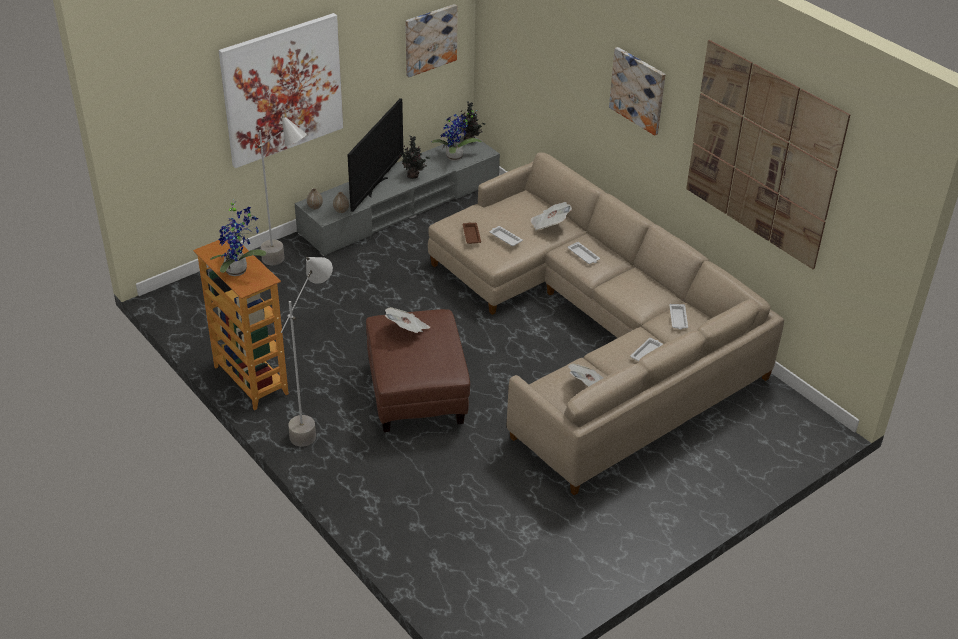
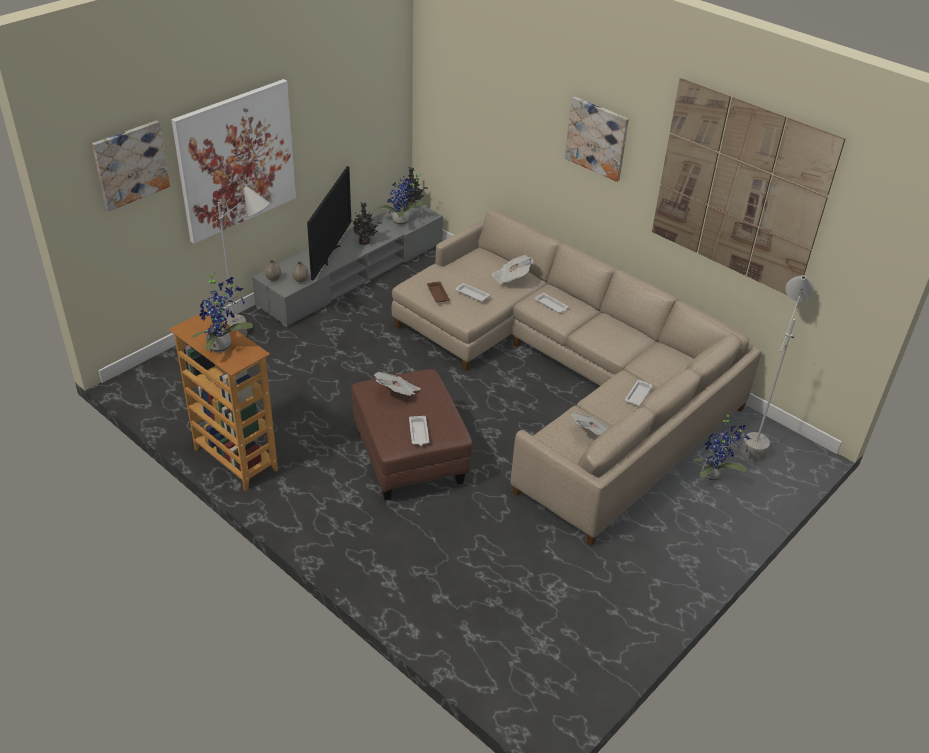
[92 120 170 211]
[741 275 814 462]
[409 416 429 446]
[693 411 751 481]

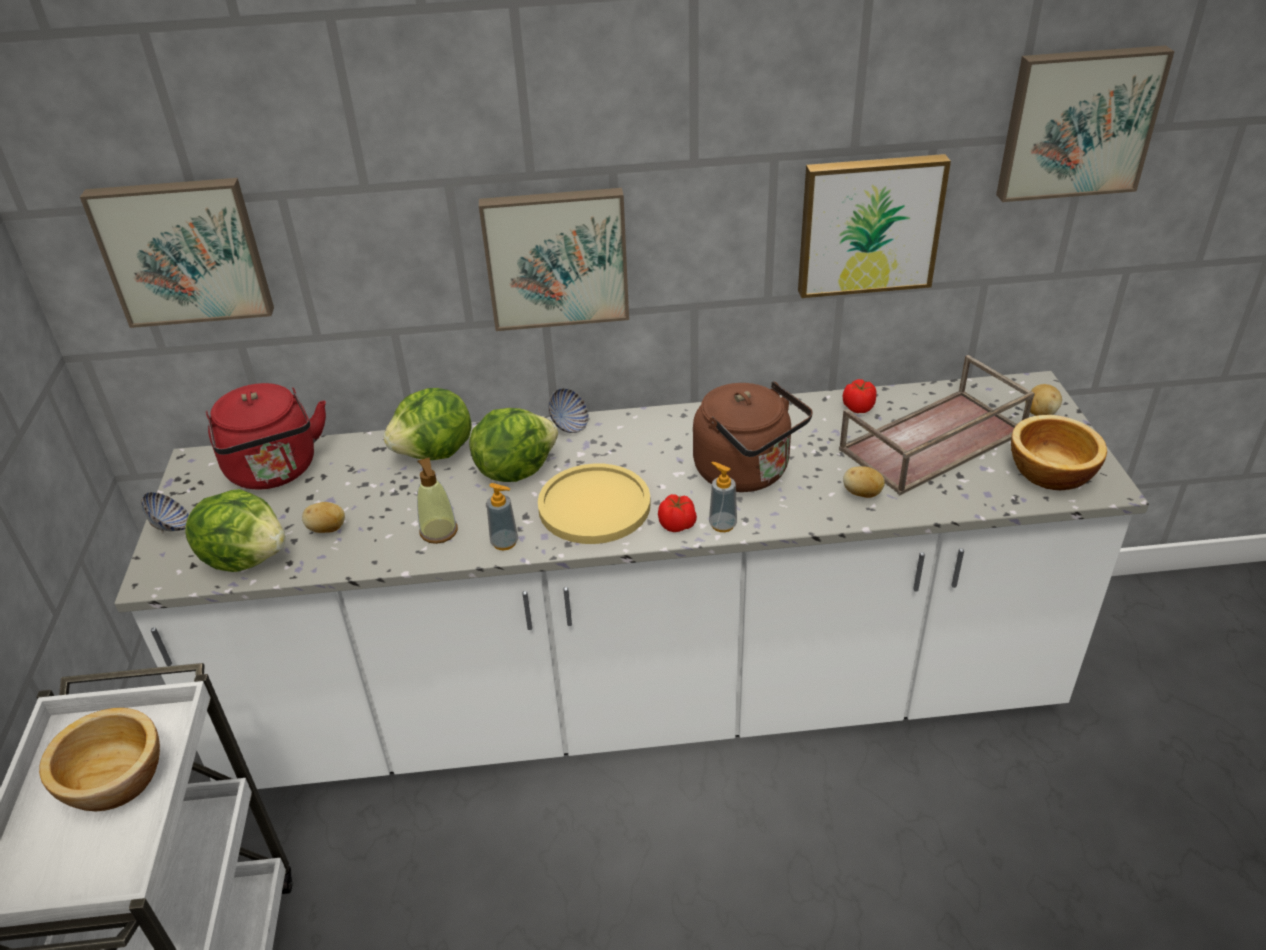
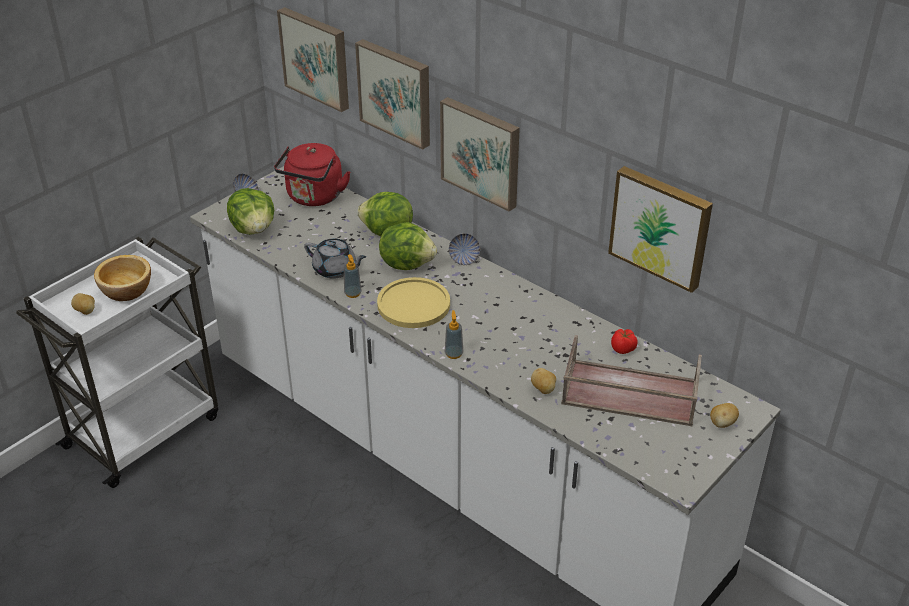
[355 39 430 150]
[693 381 813 492] (first image)
[1011 415 1107 490] (first image)
[304 238 366 279]
[658 494 697 532] (first image)
[71 293 95 315]

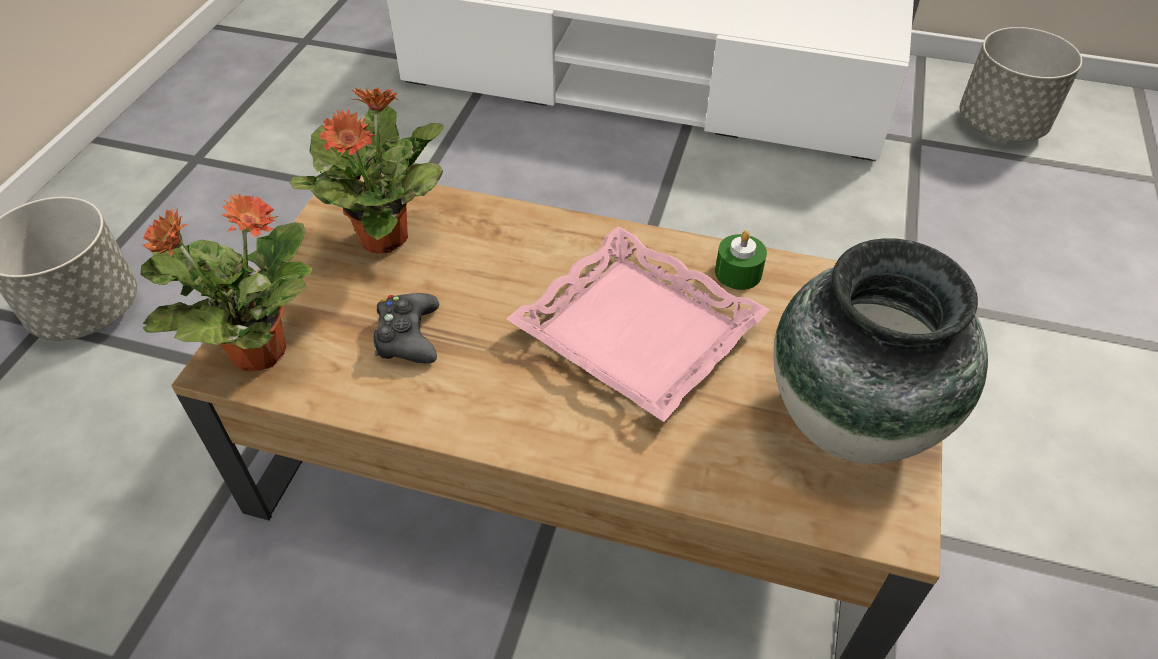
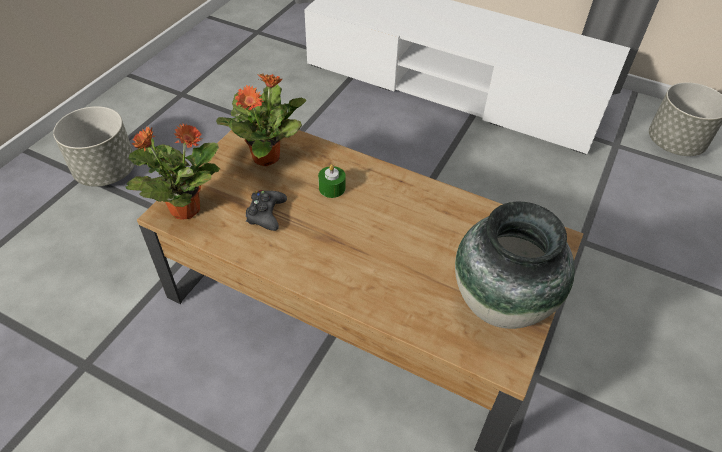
[506 226 770 422] (first image)
[318 164 346 198]

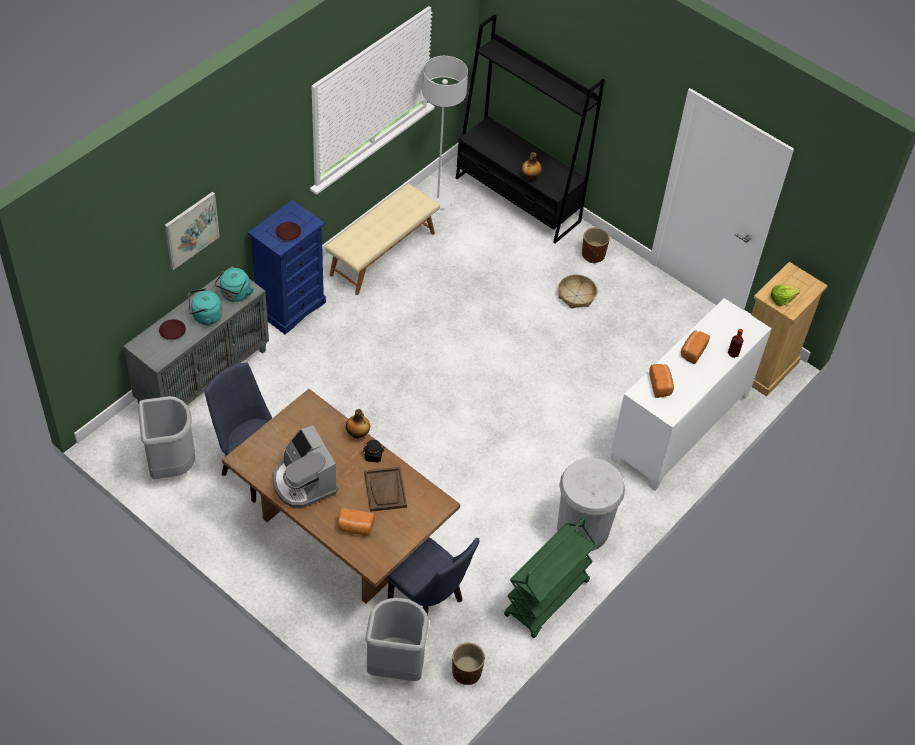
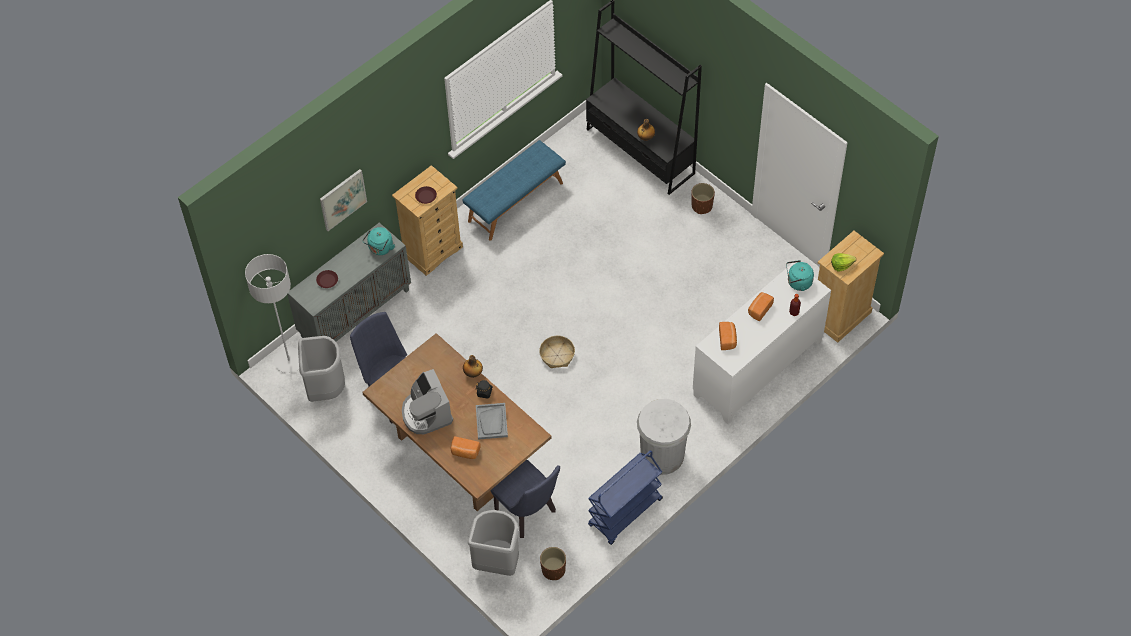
[245 254 299 373]
[463 140 566 241]
[392 165 463 276]
[539 336 575 368]
[786 260 814 291]
[476 403 508 440]
[588 450 663 545]

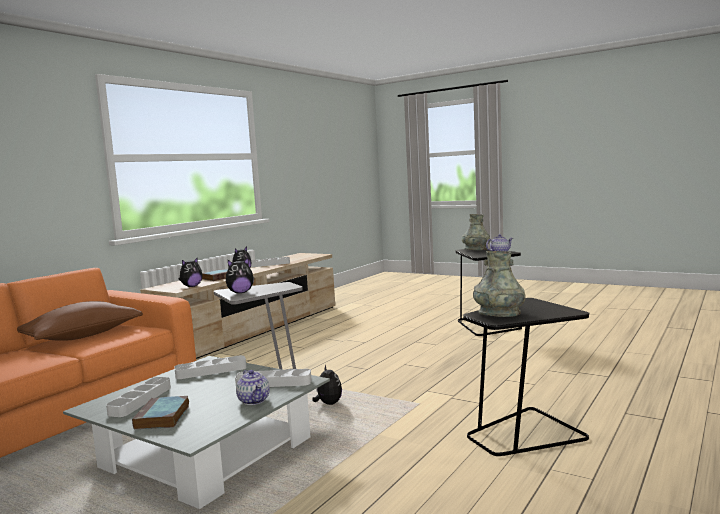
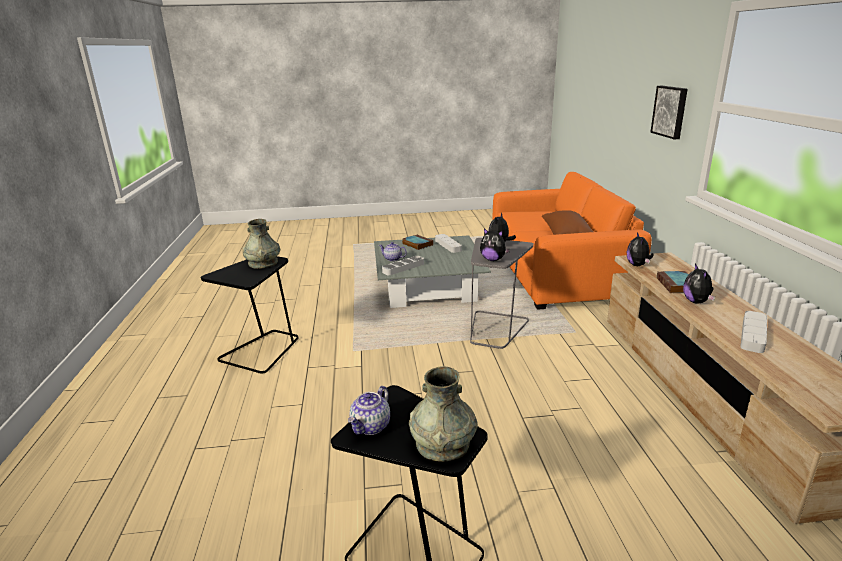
[175 355 246 379] (first image)
[480 228 510 261]
[650 86 688 139]

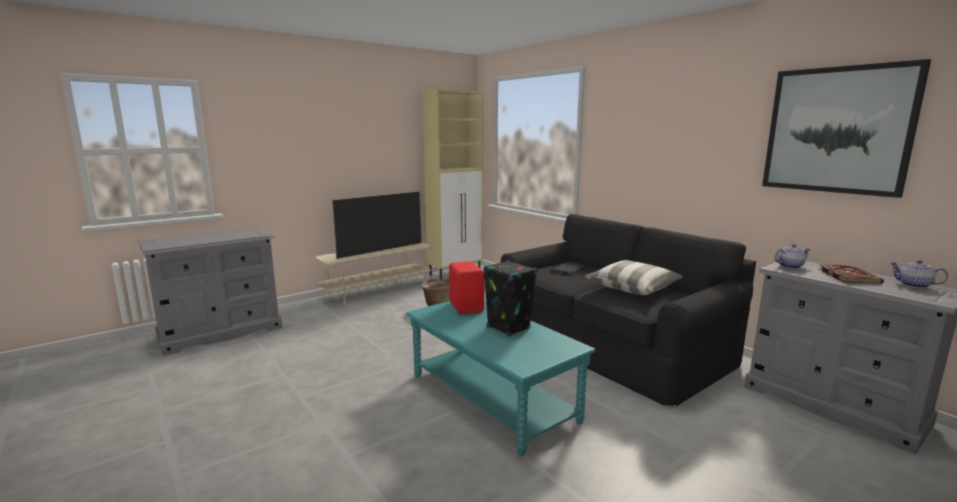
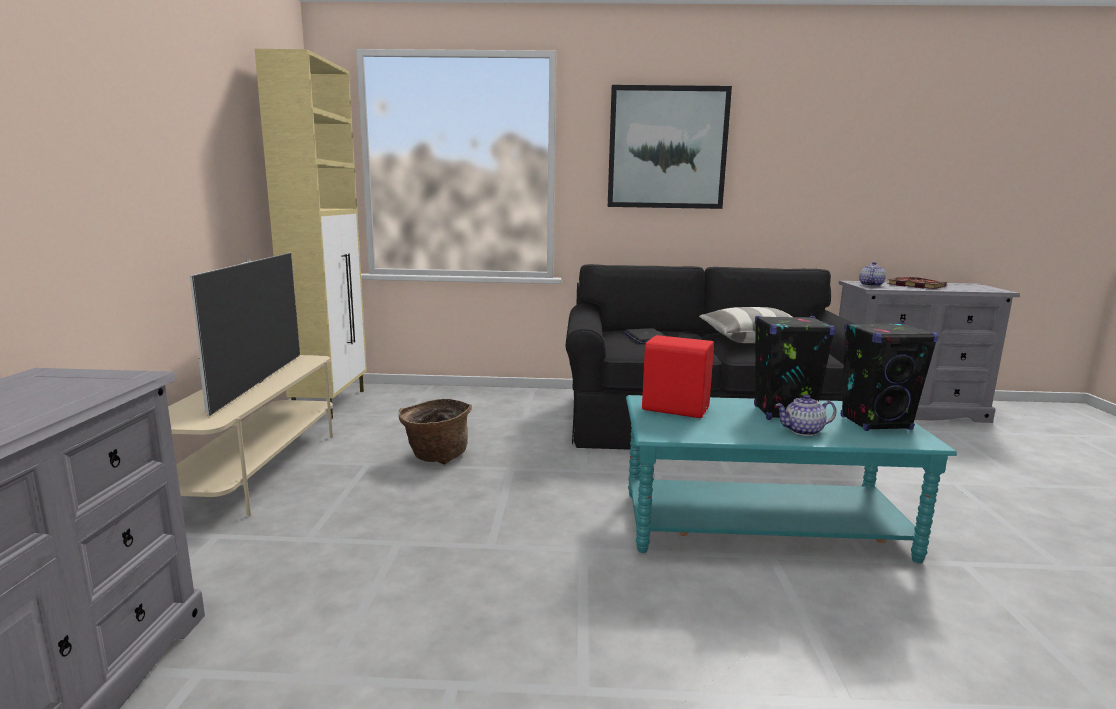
[608 85 732 209]
[775 394 837 436]
[841 322 939 431]

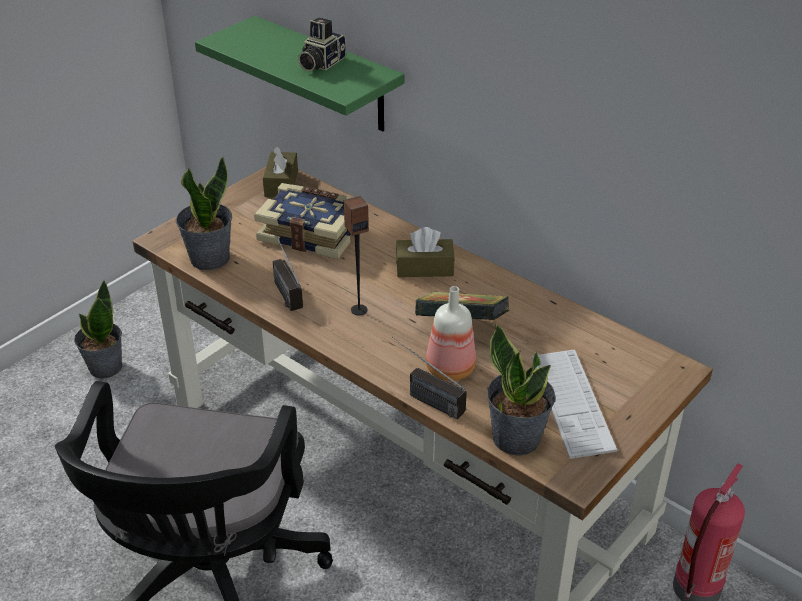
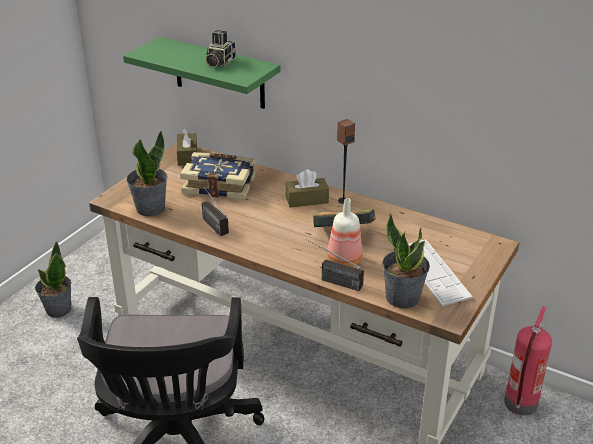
[337 119 355 204]

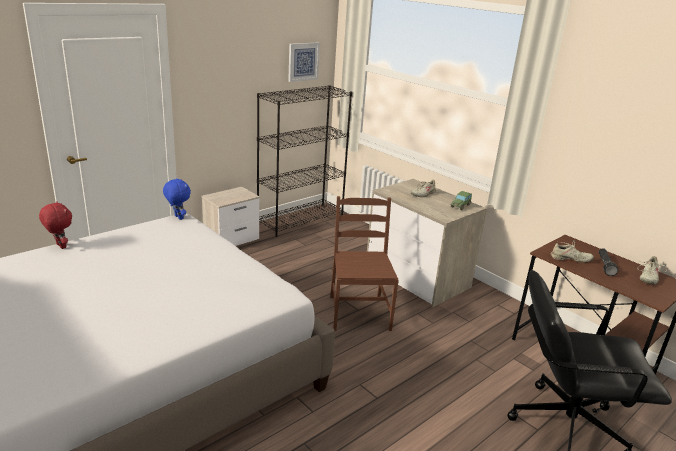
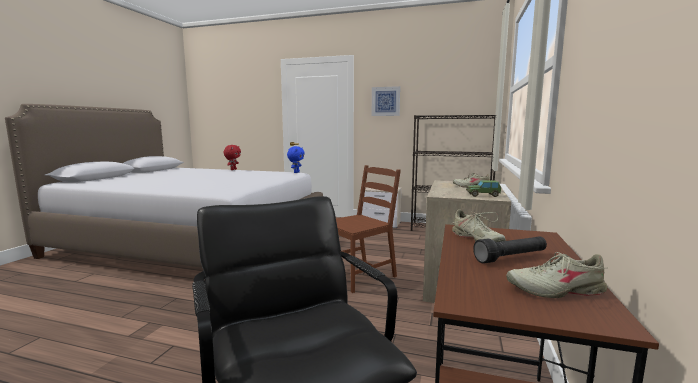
[372 86 400 116]

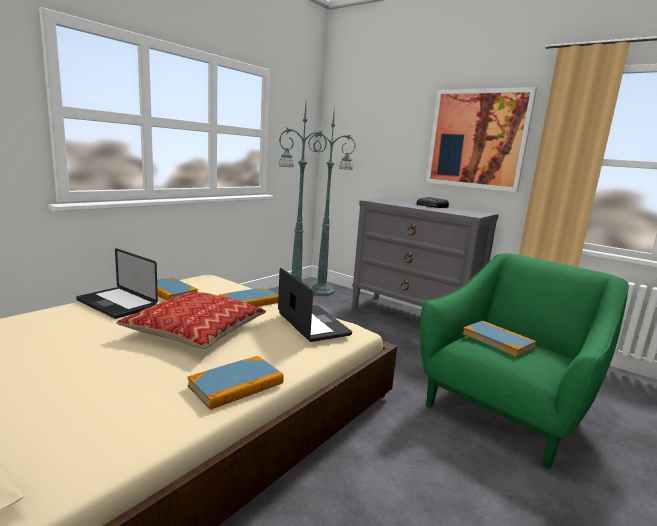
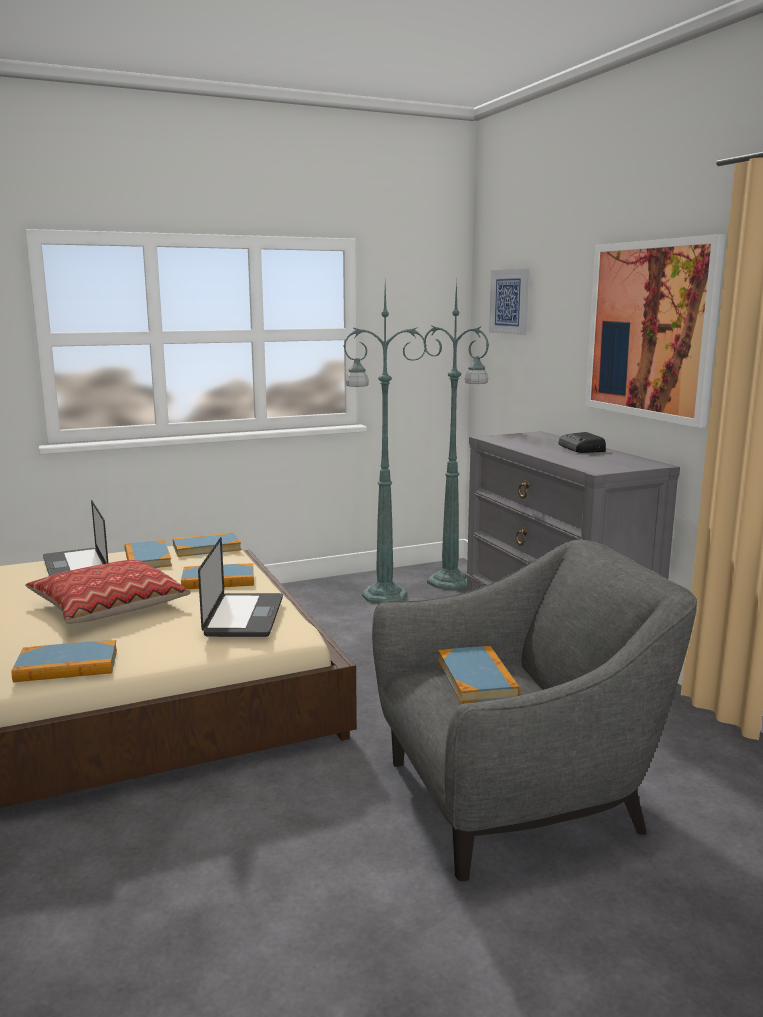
[372 539 697 881]
[489 269 529 335]
[173 532 241 557]

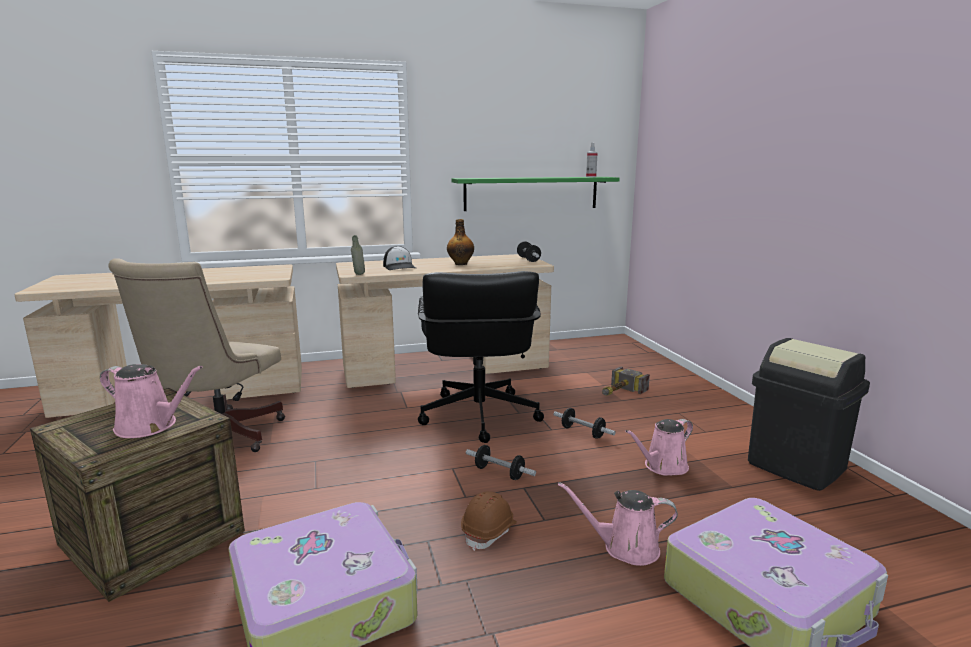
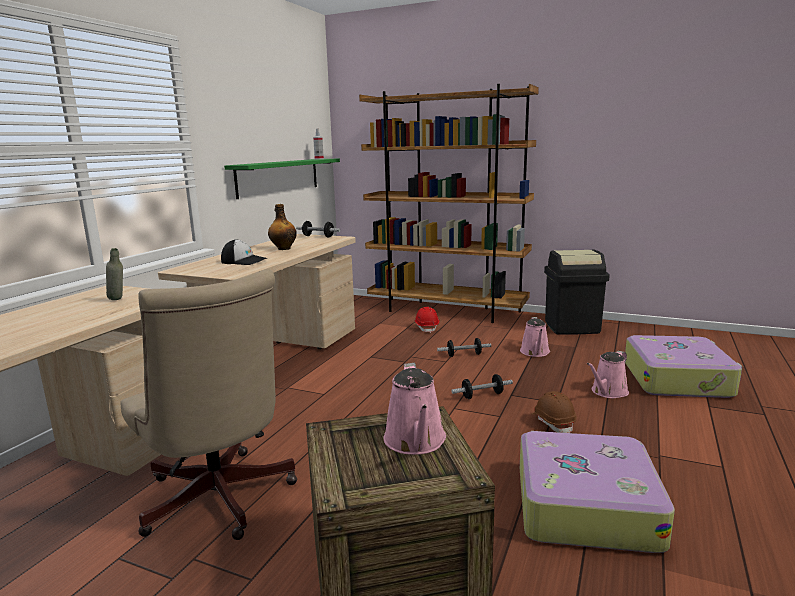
[106 248 123 300]
[418 271 544 443] (first image)
[384 363 446 455]
[414 307 439 333]
[359 84 539 323]

